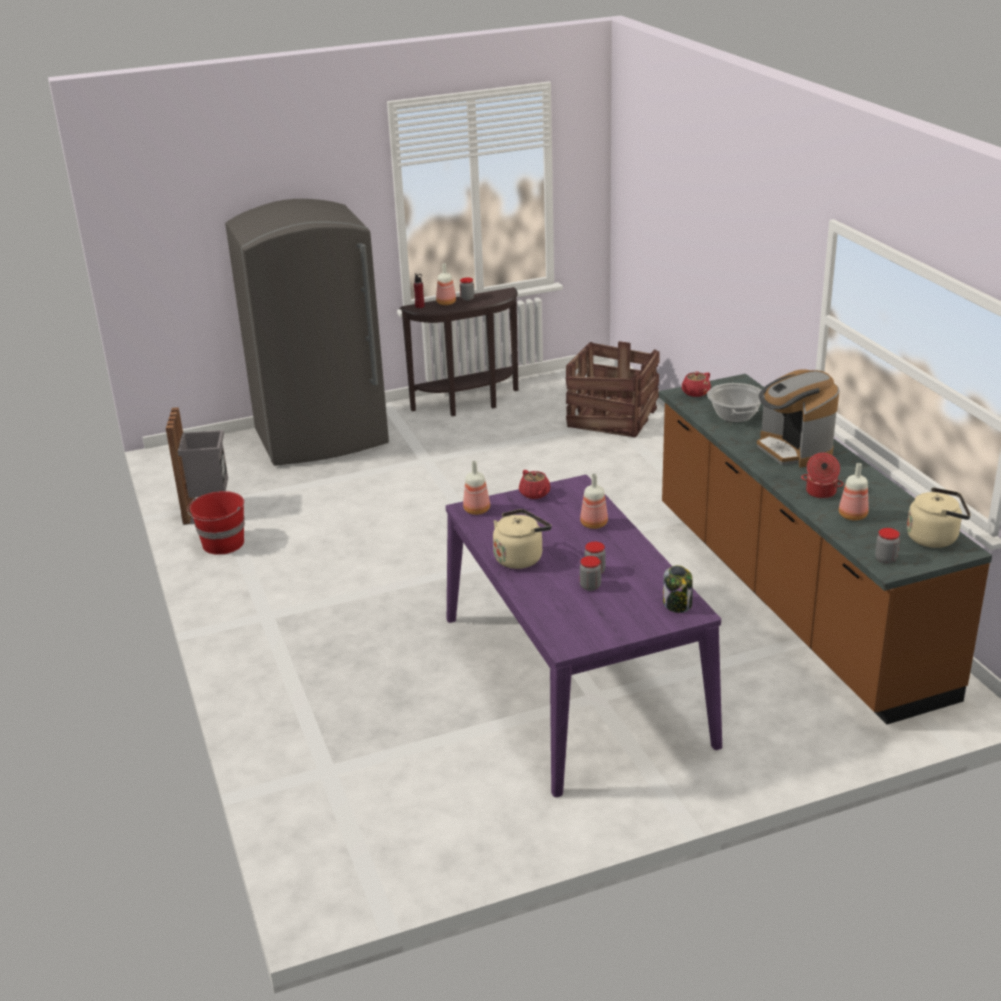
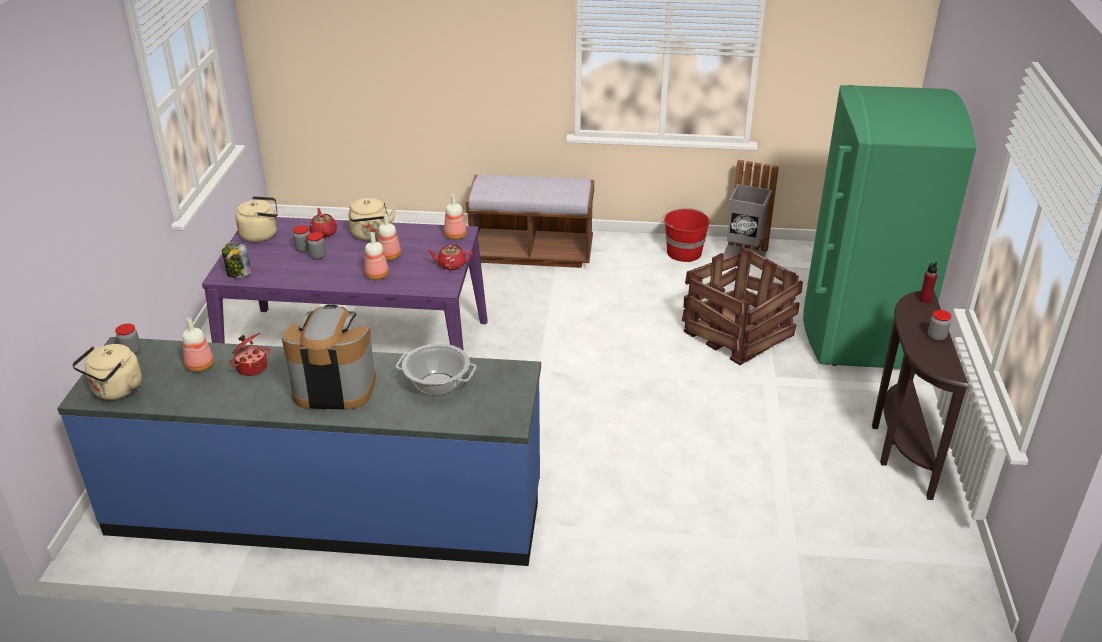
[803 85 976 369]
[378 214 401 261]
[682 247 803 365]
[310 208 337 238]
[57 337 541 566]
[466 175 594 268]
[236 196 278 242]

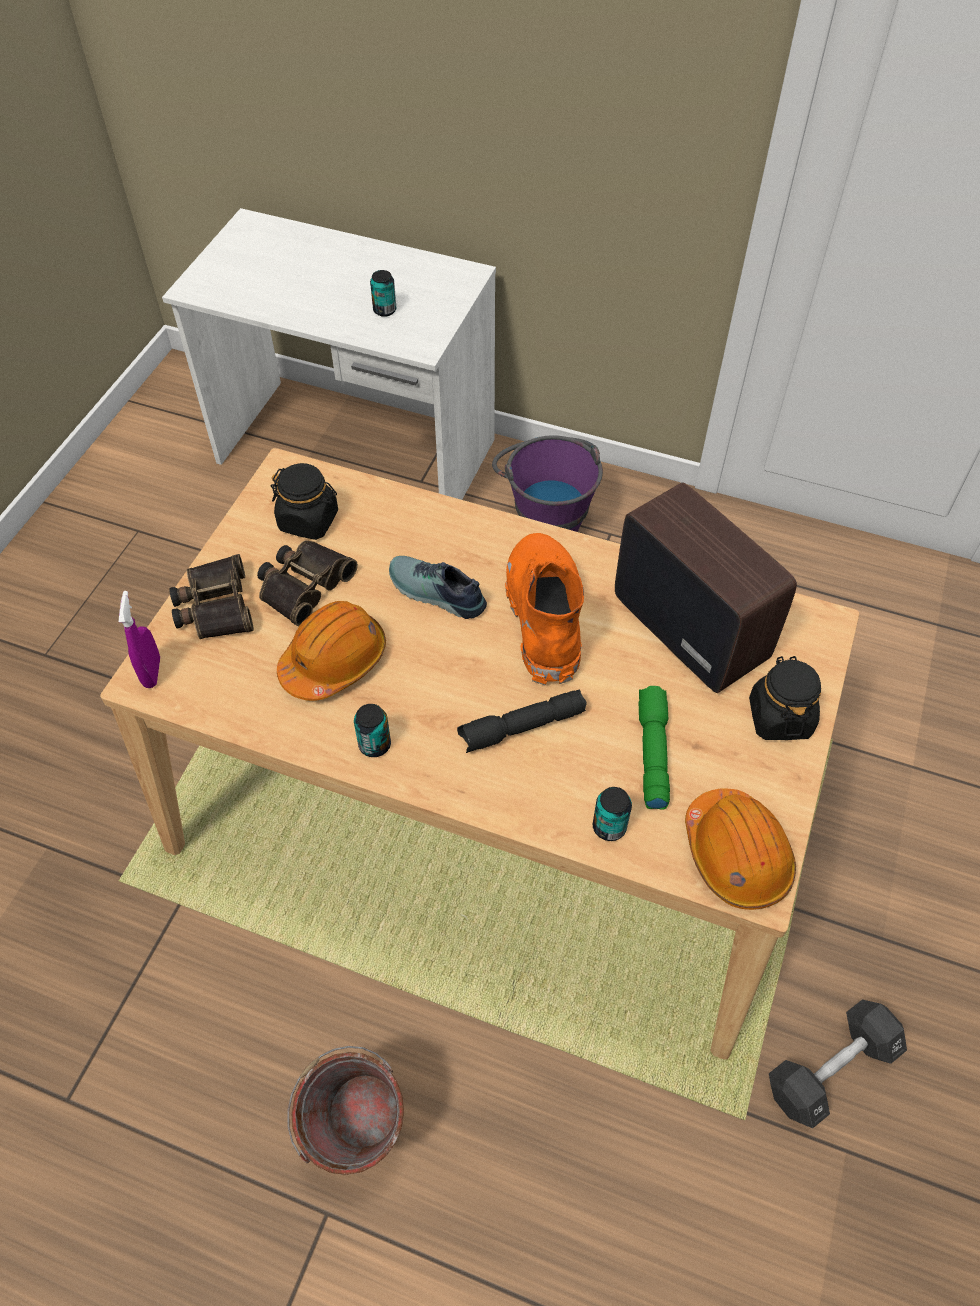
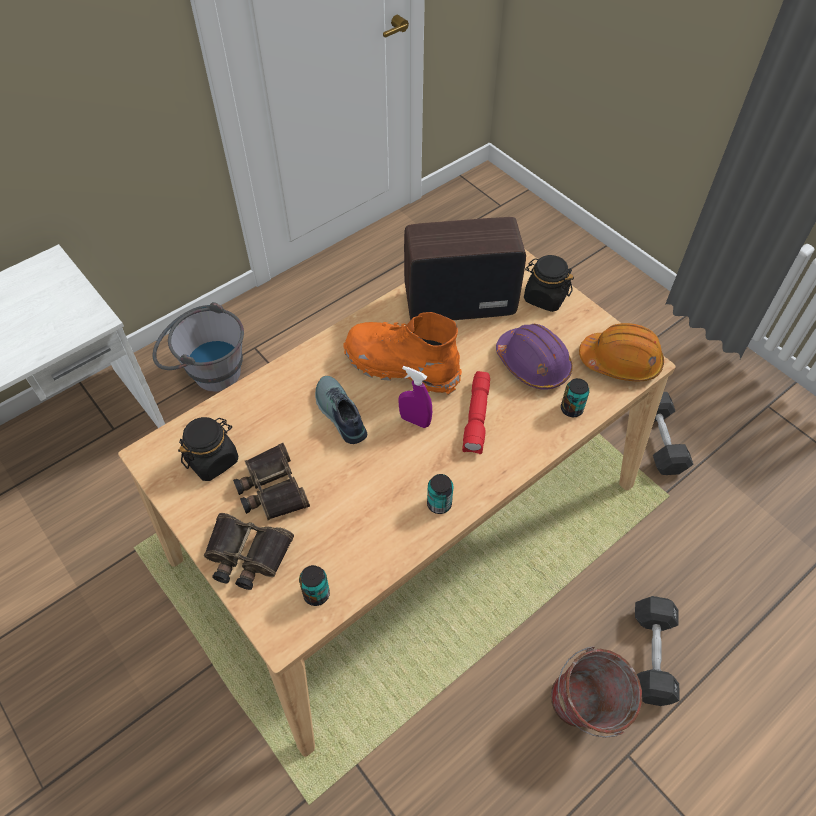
[299 565 330 606]
[153 302 244 392]
[315 376 367 444]
[398 366 432 428]
[277 601 386 701] (first image)
[496 324 573 390]
[462 371 490 455]
[635 596 680 706]

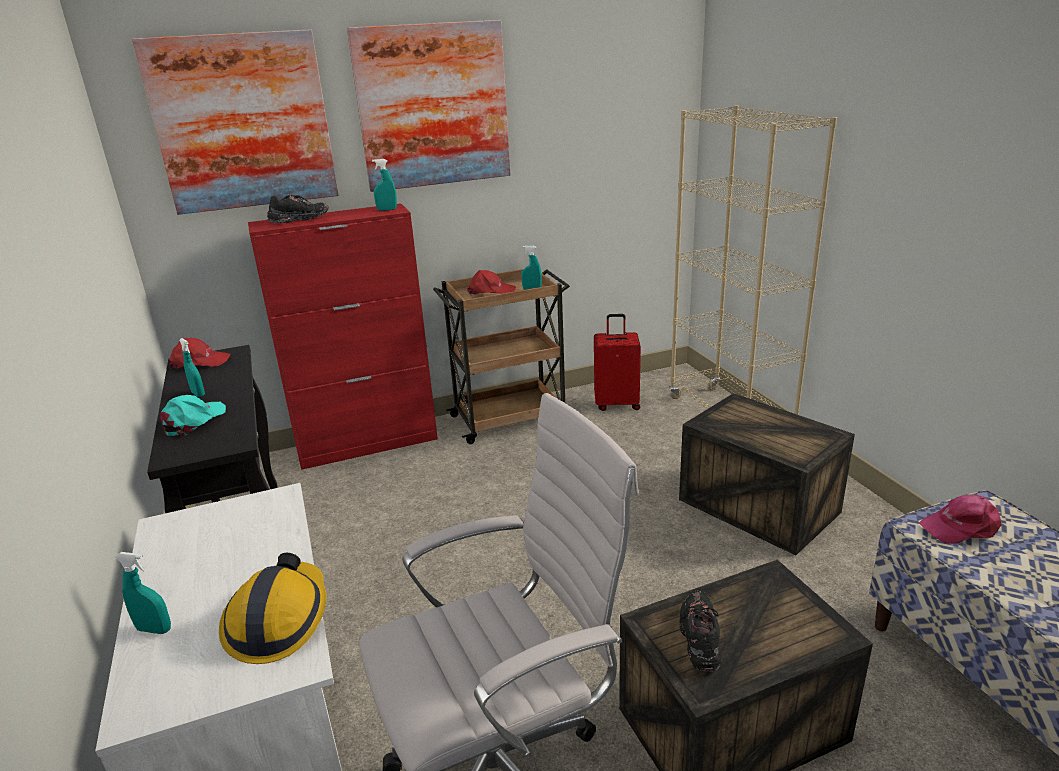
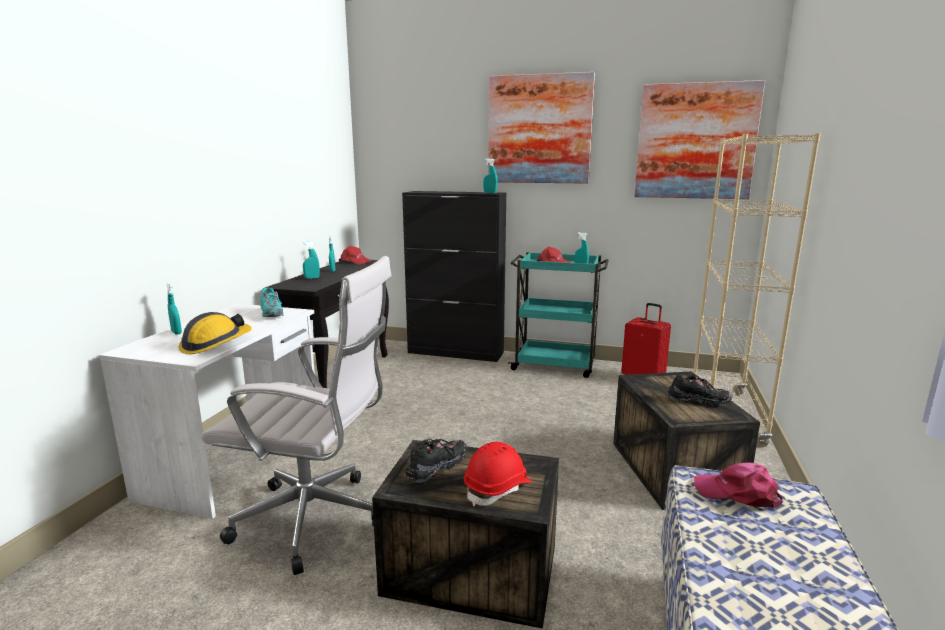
[635 80 765 199]
[668 374 733 405]
[402 191 506 362]
[508 252 609 378]
[303 241 320 279]
[260 288 284 317]
[464 442 532 507]

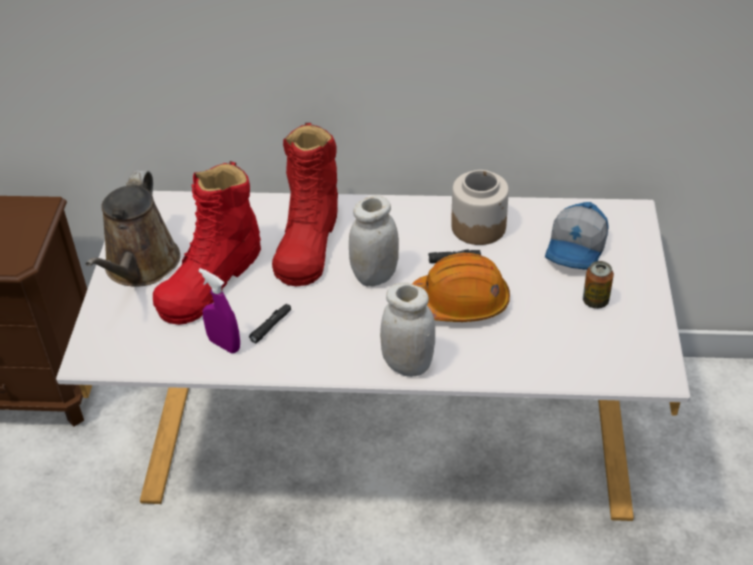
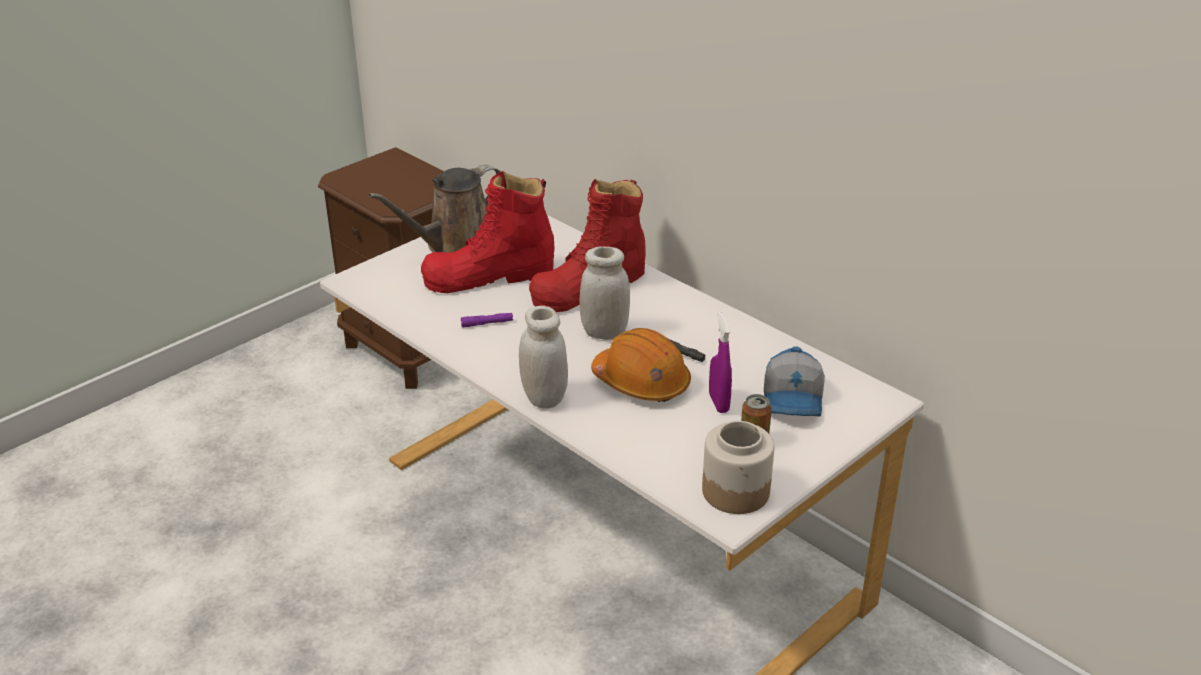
[702 421 774 514]
[764 346 825 416]
[709 312 732 413]
[461 313 513 328]

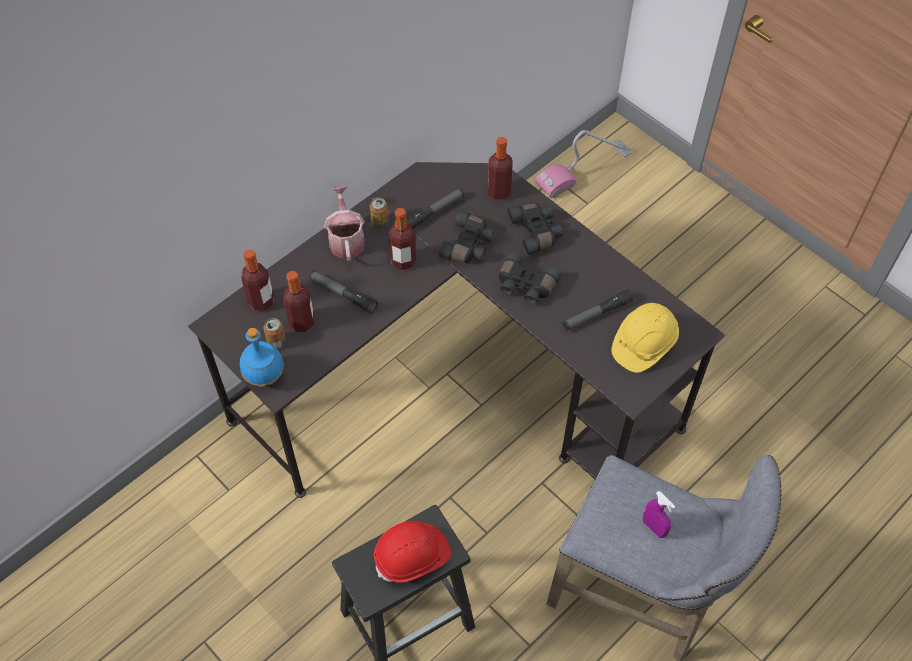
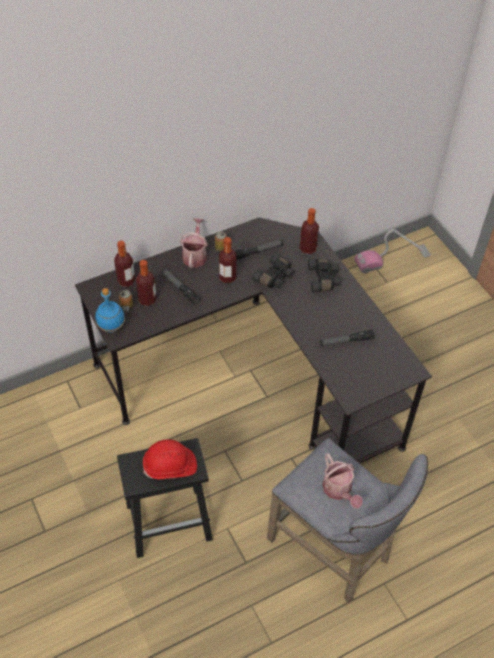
[499 251 562 304] (first image)
[612 303 679 373] (first image)
[323 453 363 509]

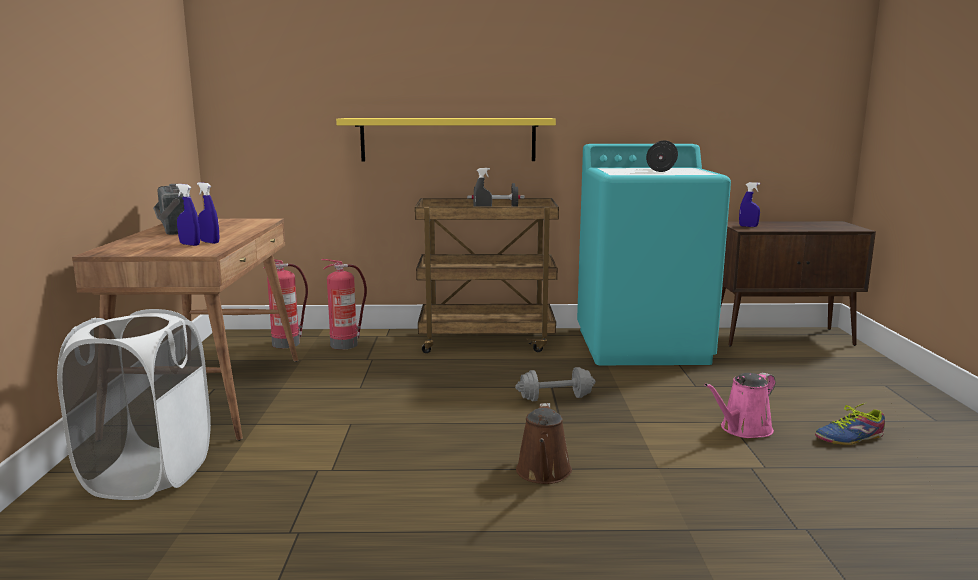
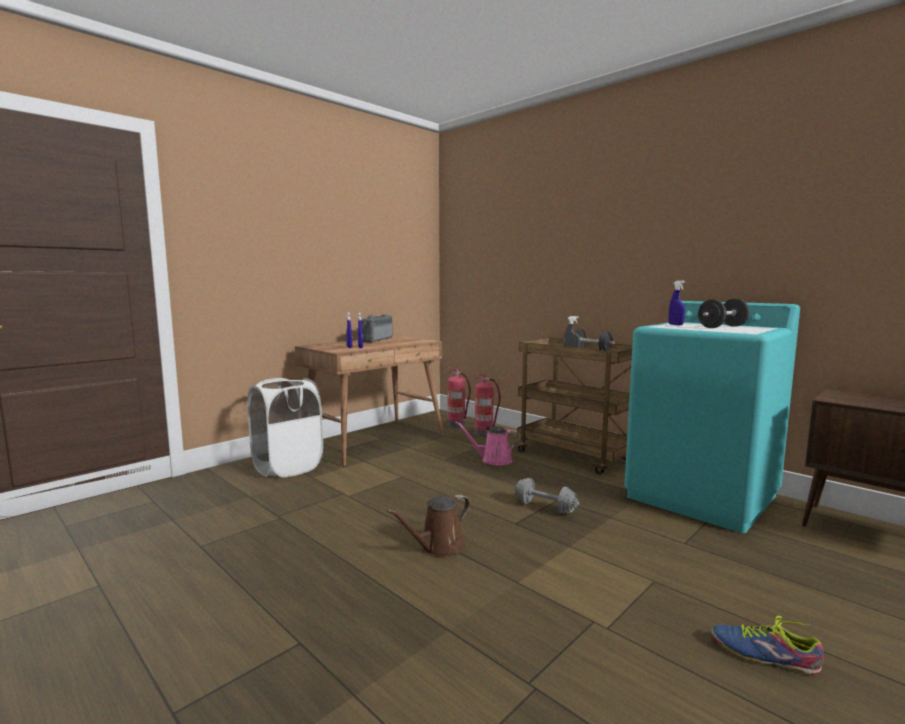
[336 118 556 161] (first image)
[668 281 685 325]
[455 421 521 465]

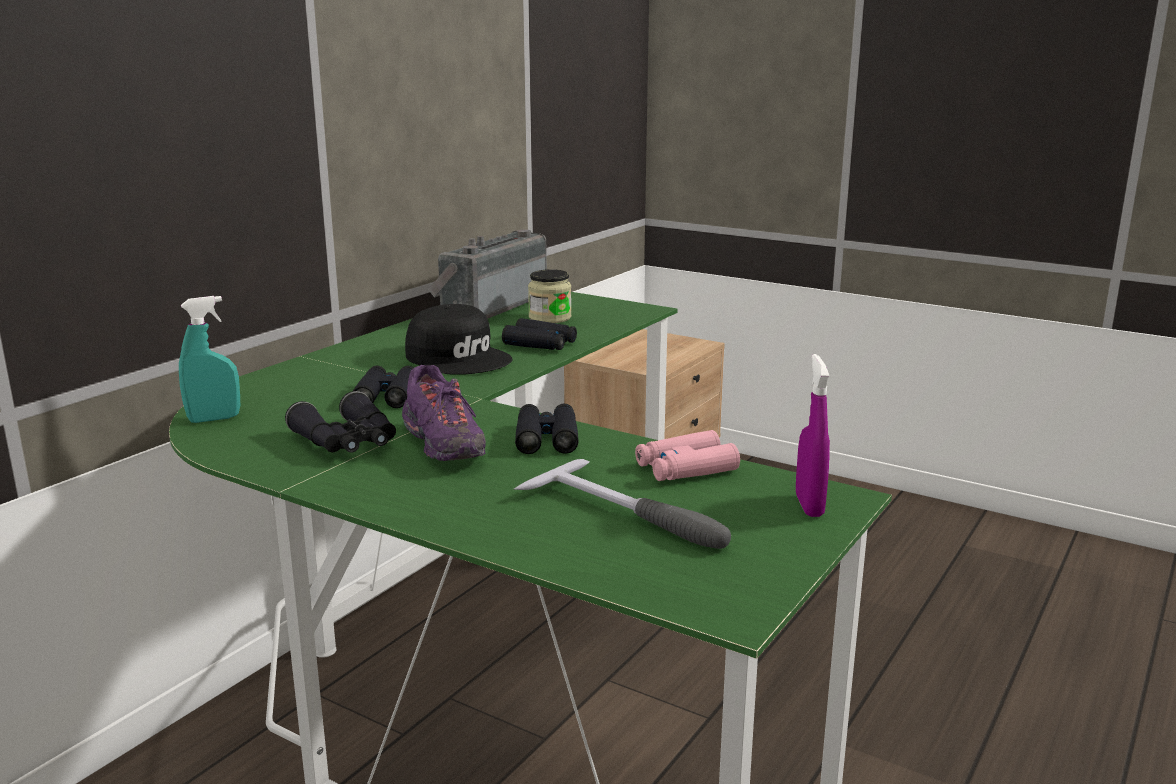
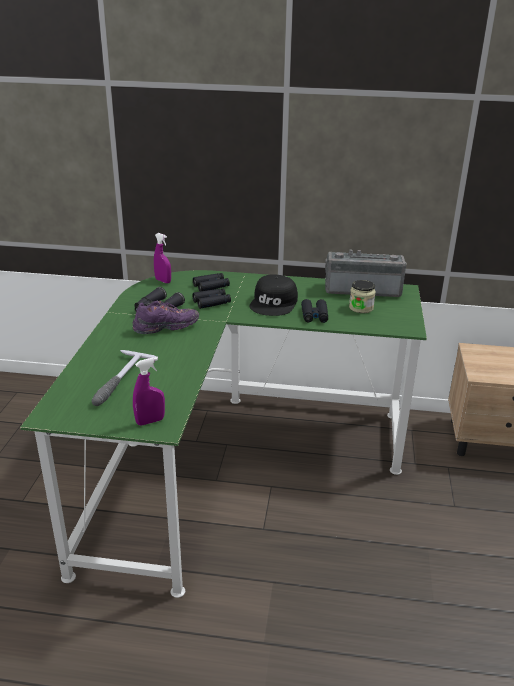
[154 233 171 283]
[132 301 199 334]
[193 273 230 291]
[635 430 740 481] (first image)

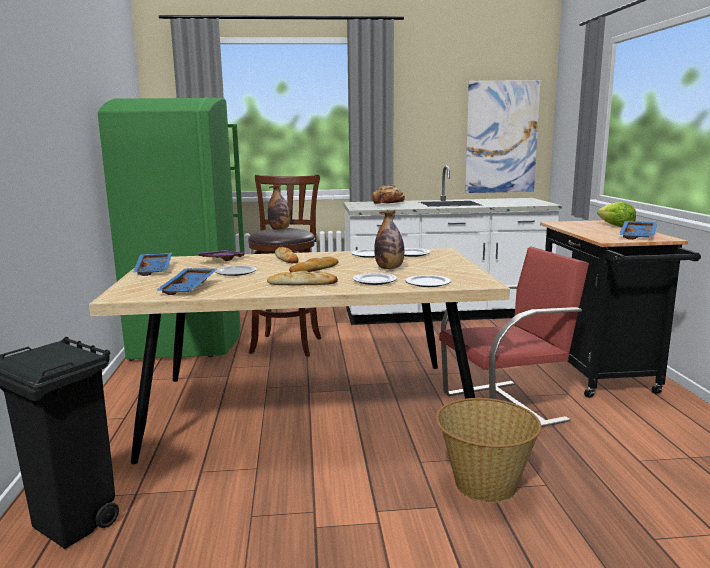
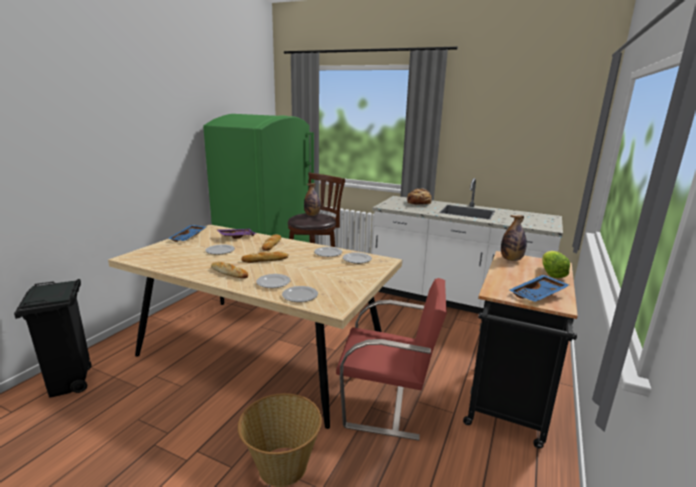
[465 80 541 193] (first image)
[501 215 527 261]
[157 268 217 295] (first image)

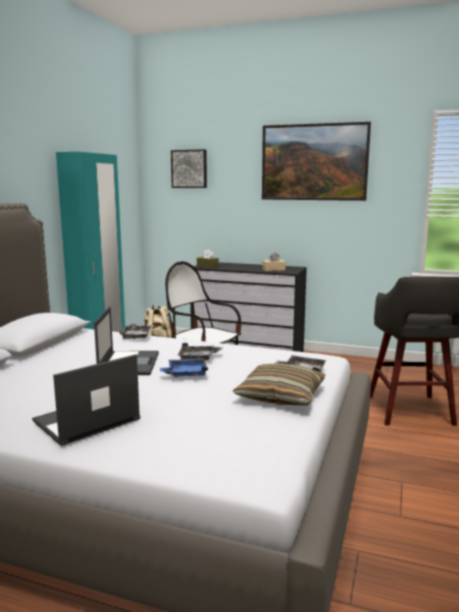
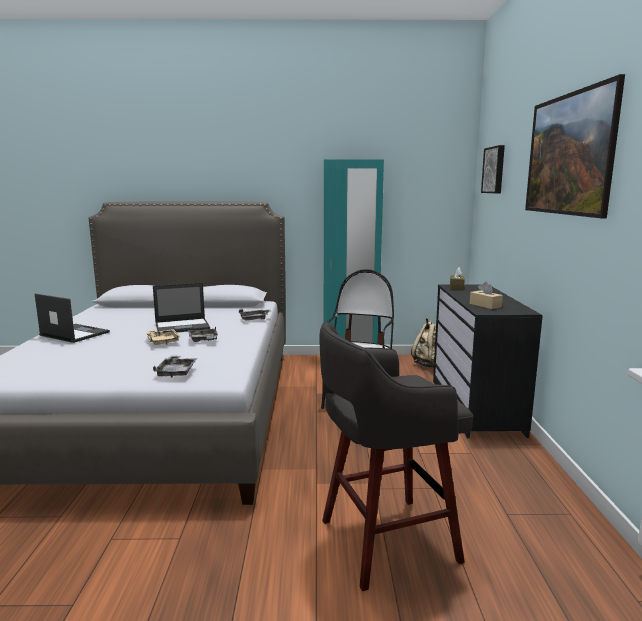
[146 329 181 345]
[233 363 325 405] (first image)

